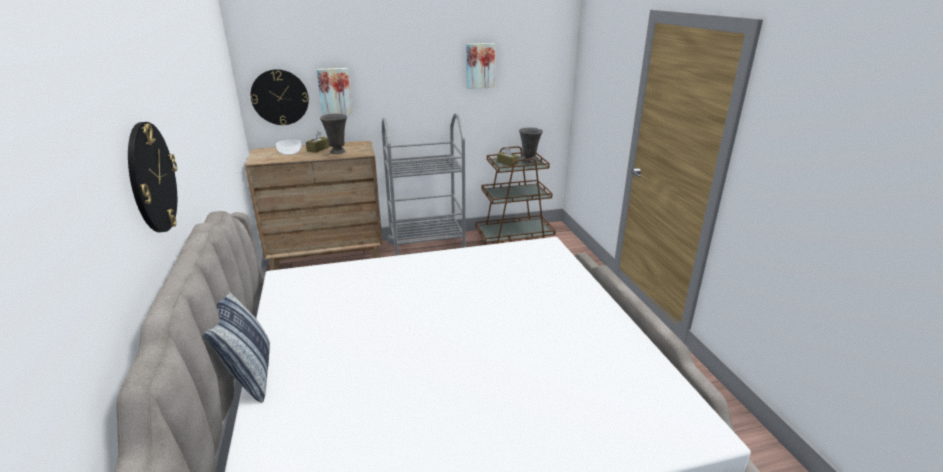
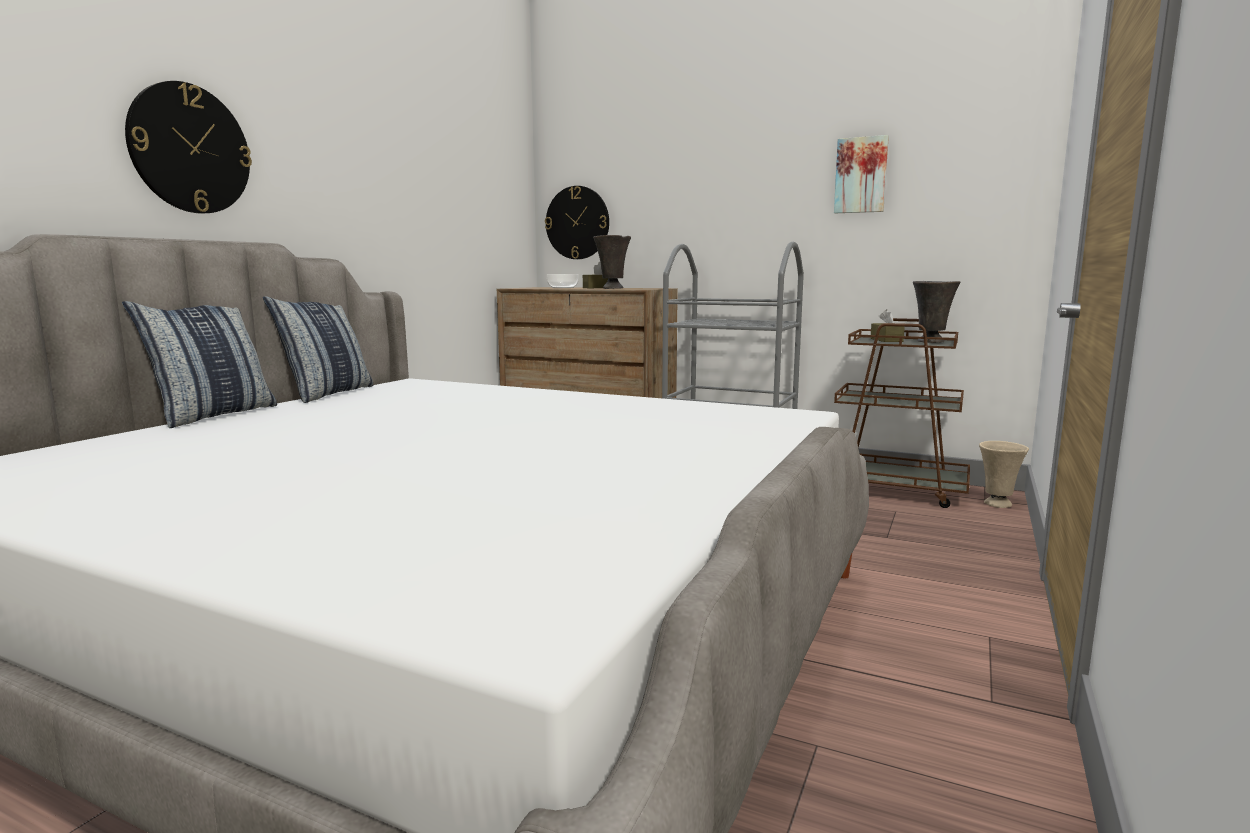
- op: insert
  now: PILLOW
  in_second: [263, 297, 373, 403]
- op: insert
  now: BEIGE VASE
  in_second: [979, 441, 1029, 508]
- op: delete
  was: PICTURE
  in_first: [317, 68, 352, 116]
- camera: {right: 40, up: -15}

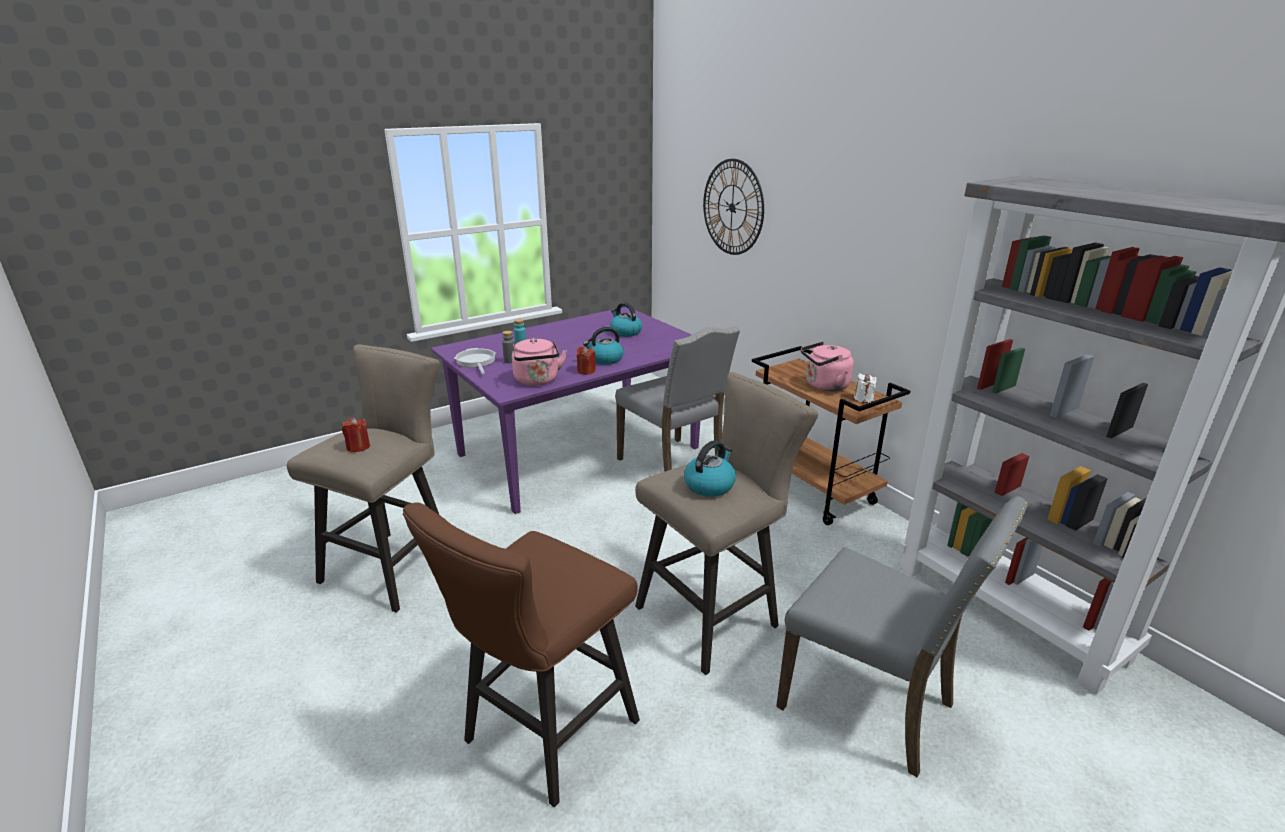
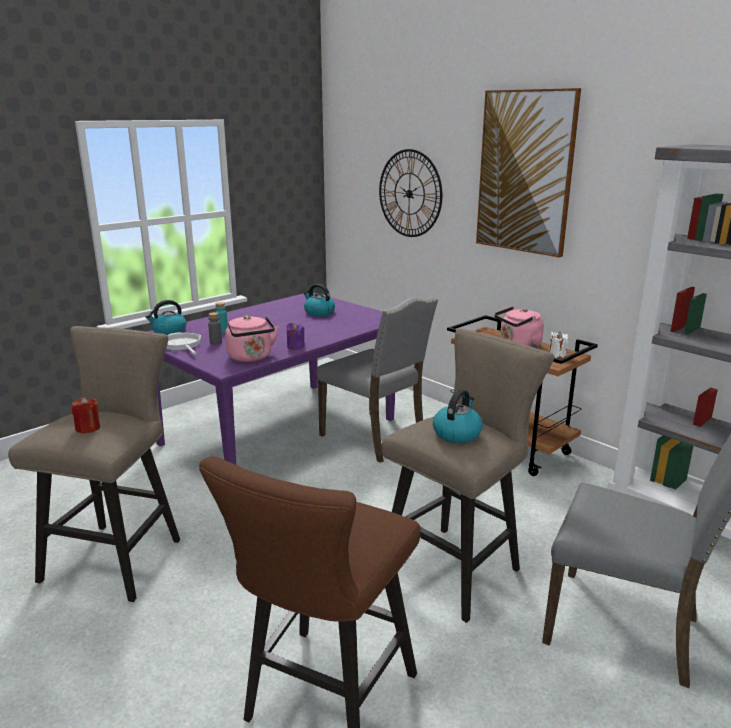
- op: move
  was: KETTLE
  in_first: [583, 327, 624, 365]
  in_second: [145, 300, 186, 335]
- op: recolor
  was: RED CANDLE
  now: PURPLE CANDLE
  in_first: [577, 346, 596, 375]
  in_second: [287, 323, 305, 350]
- op: insert
  now: PICTURE
  in_second: [476, 88, 581, 257]
- camera: {right: -10, up: -5}

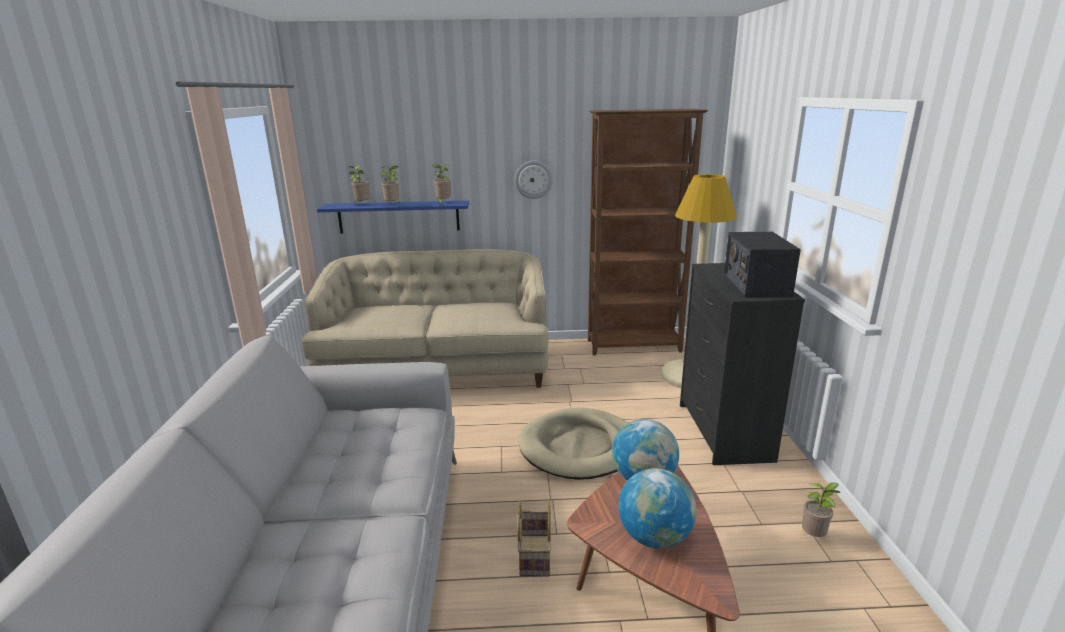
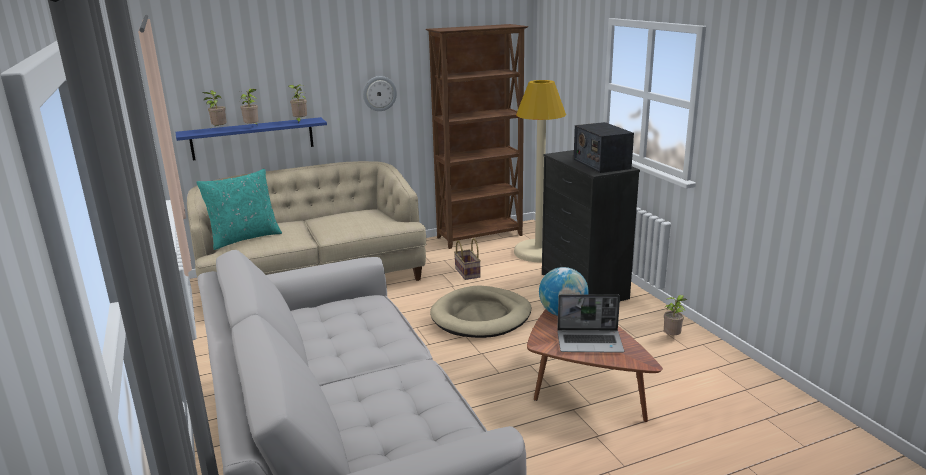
- op: insert
  now: TURQUOISE PILLOW
  in_second: [196, 168, 282, 250]
- op: move
  was: BASKET
  in_first: [517, 501, 551, 576]
  in_second: [454, 238, 481, 280]
- op: replace
  was: GLOBE
  now: LAPTOP
  in_first: [618, 468, 696, 549]
  in_second: [557, 294, 624, 353]
- camera: {right: -20, up: 0}

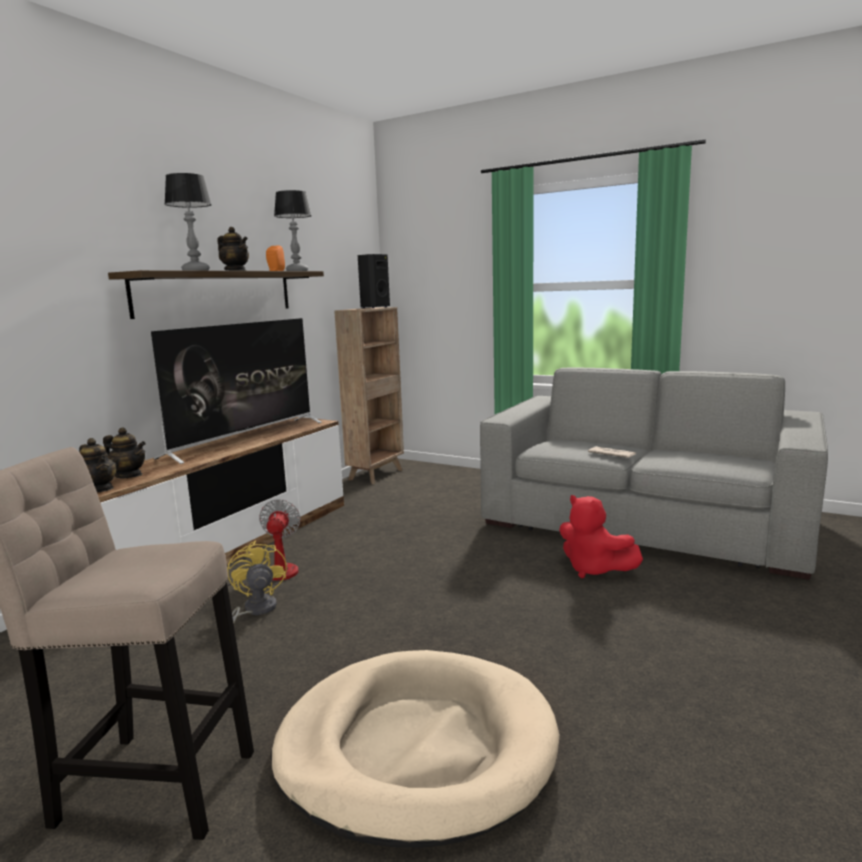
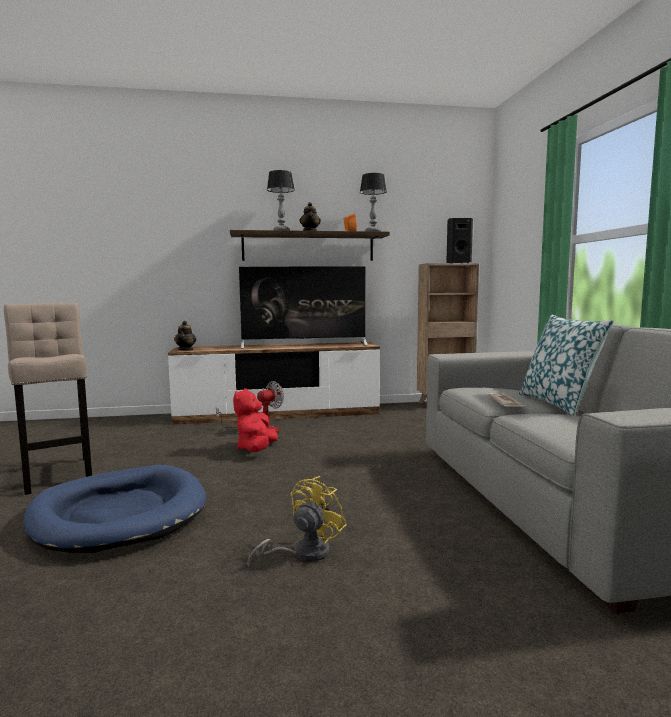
- op: recolor
  was: BEIGE DOG BED
  now: BLUE DOG BED
  in_first: [271, 650, 560, 848]
  in_second: [23, 465, 206, 553]
- op: move
  was: RED PLUSH TOY
  in_first: [559, 495, 643, 578]
  in_second: [233, 389, 278, 452]
- op: move
  was: YELLOW FAN
  in_first: [227, 540, 287, 623]
  in_second: [247, 476, 347, 567]
- op: insert
  now: PILLOW
  in_second: [519, 314, 614, 416]
- op: delete
  was: TEAPOT
  in_first: [103, 428, 146, 478]
- camera: {right: 50, up: -5}

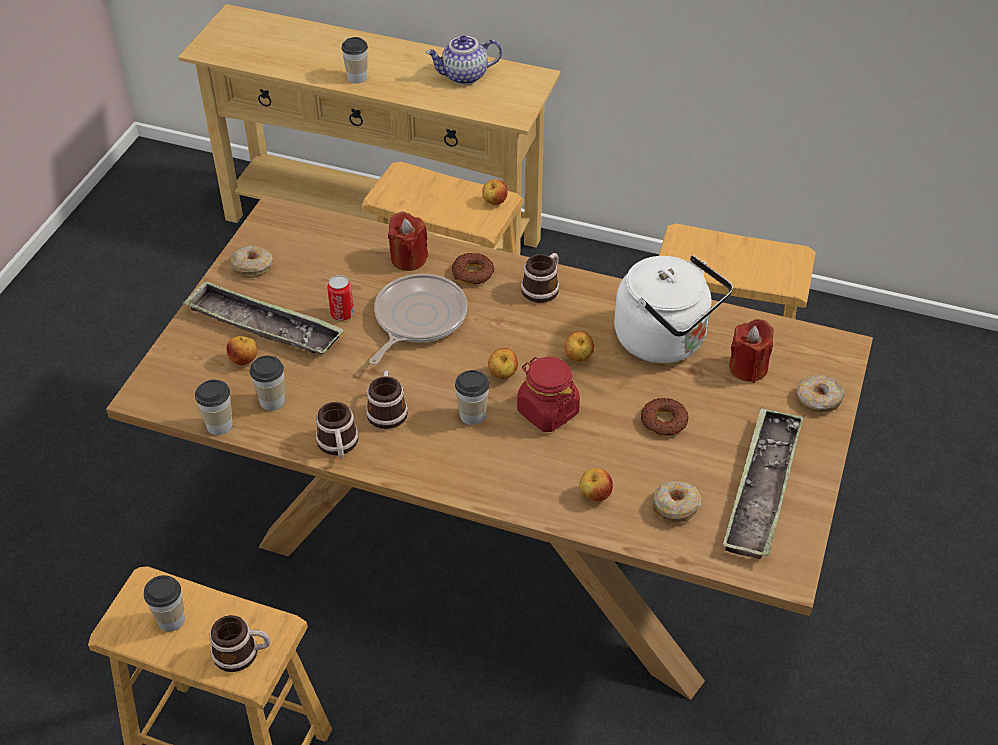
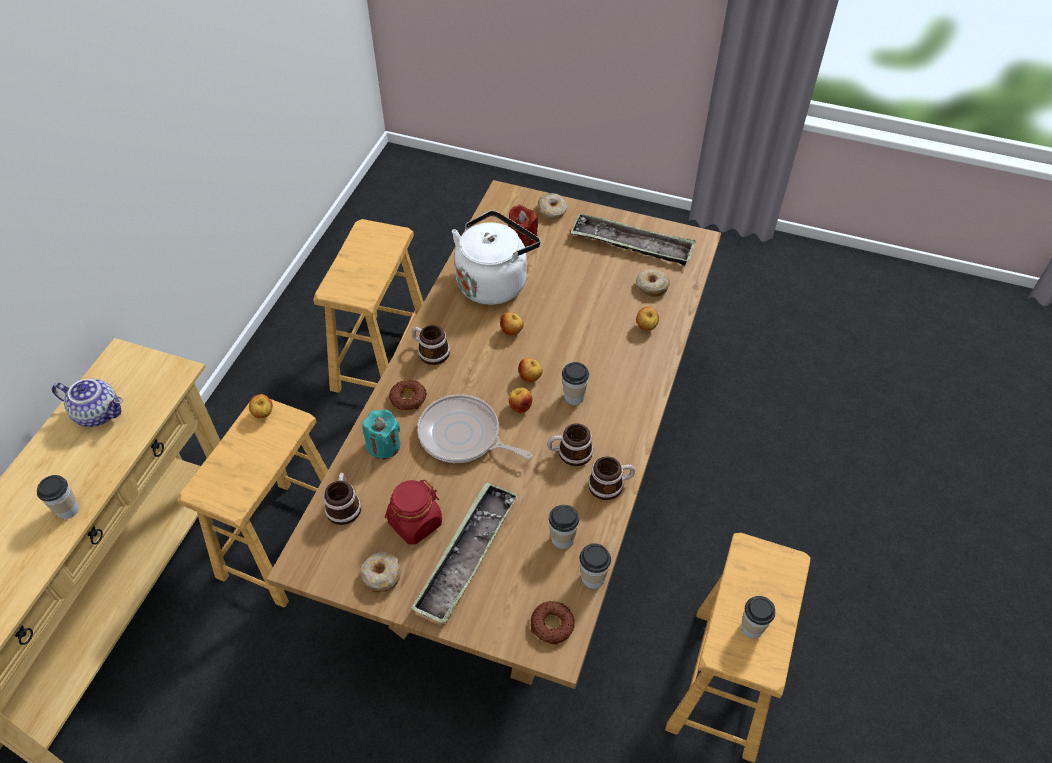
- op: rotate
  was: TEAPOT
  in_first: [426, 36, 502, 85]
  in_second: [52, 379, 123, 427]
  clockwise: -60
- op: move
  was: MUG
  in_first: [210, 615, 271, 672]
  in_second: [323, 473, 361, 525]
- op: recolor
  was: RED CANDLE
  now: TURQUOISE CANDLE
  in_first: [388, 211, 428, 271]
  in_second: [362, 409, 400, 459]
- op: move
  was: RED JAR
  in_first: [517, 357, 580, 432]
  in_second: [385, 480, 442, 545]
- op: move
  was: APPLE
  in_first: [226, 336, 257, 365]
  in_second: [509, 388, 533, 413]
- op: move
  was: DONUT
  in_first: [641, 398, 688, 436]
  in_second: [531, 601, 575, 644]
- op: delete
  was: CAN
  in_first: [327, 275, 354, 321]
- camera: {right: -90, up: 5}

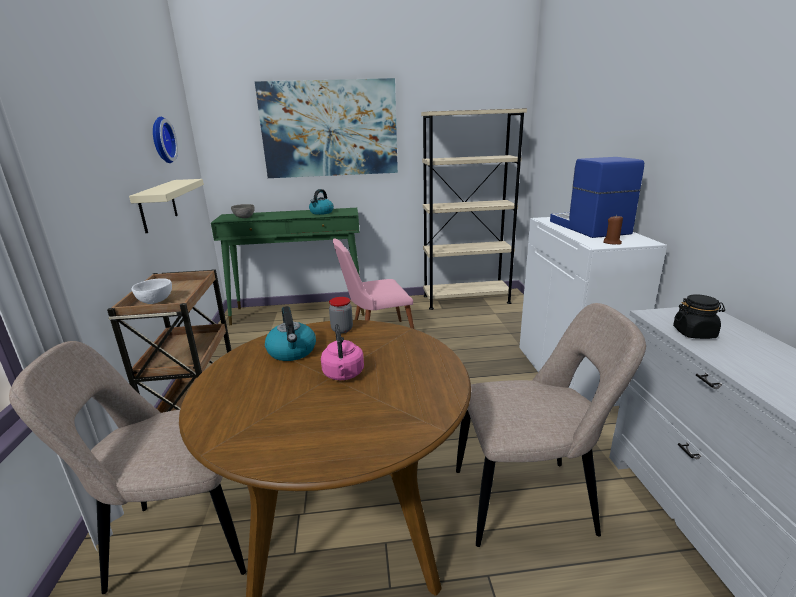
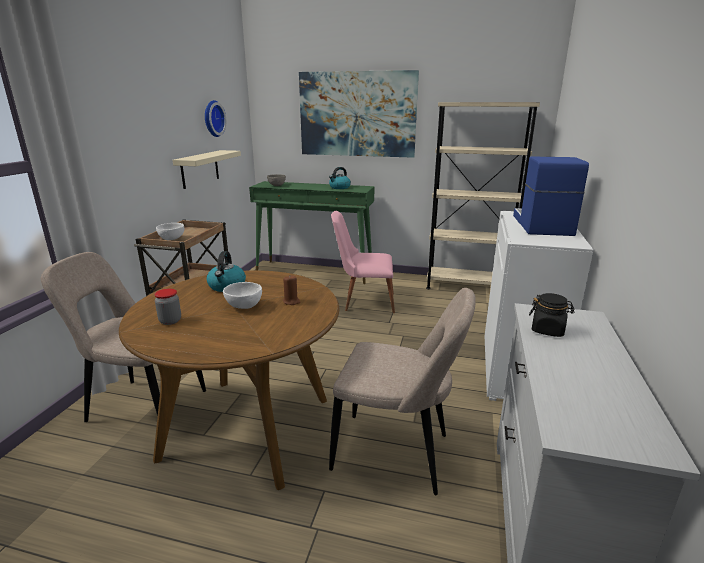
- op: move
  was: JAR
  in_first: [329, 297, 353, 333]
  in_second: [154, 289, 181, 325]
- op: replace
  was: PINK KETTLE
  now: WHITE BOWL
  in_first: [321, 324, 364, 380]
  in_second: [223, 282, 262, 309]
- op: move
  was: BROWN CANDLE
  in_first: [603, 215, 623, 244]
  in_second: [283, 276, 300, 305]
- camera: {right: 20, up: 0}

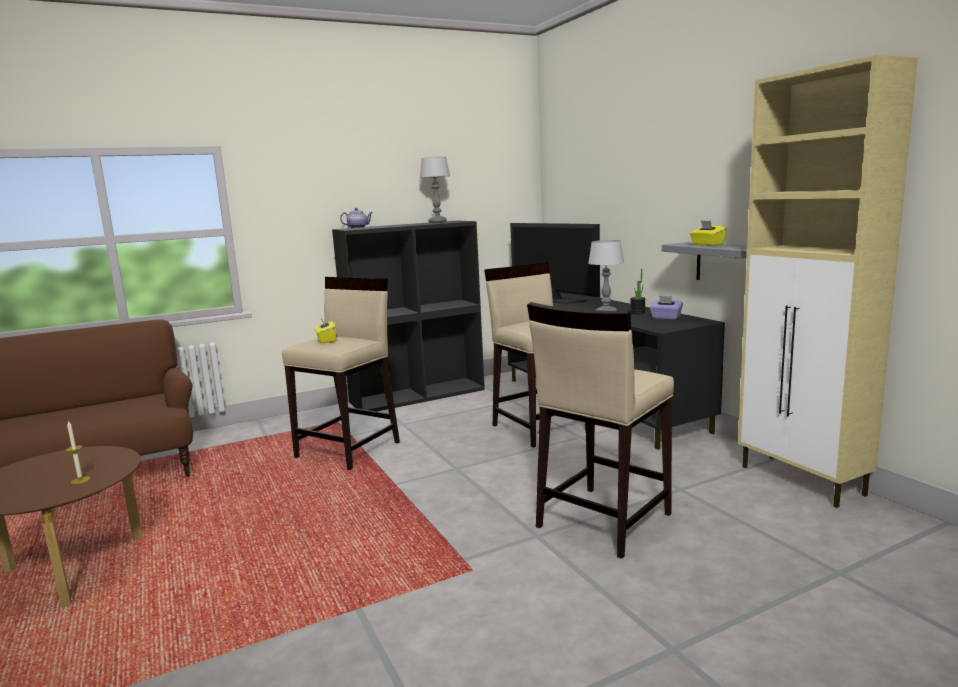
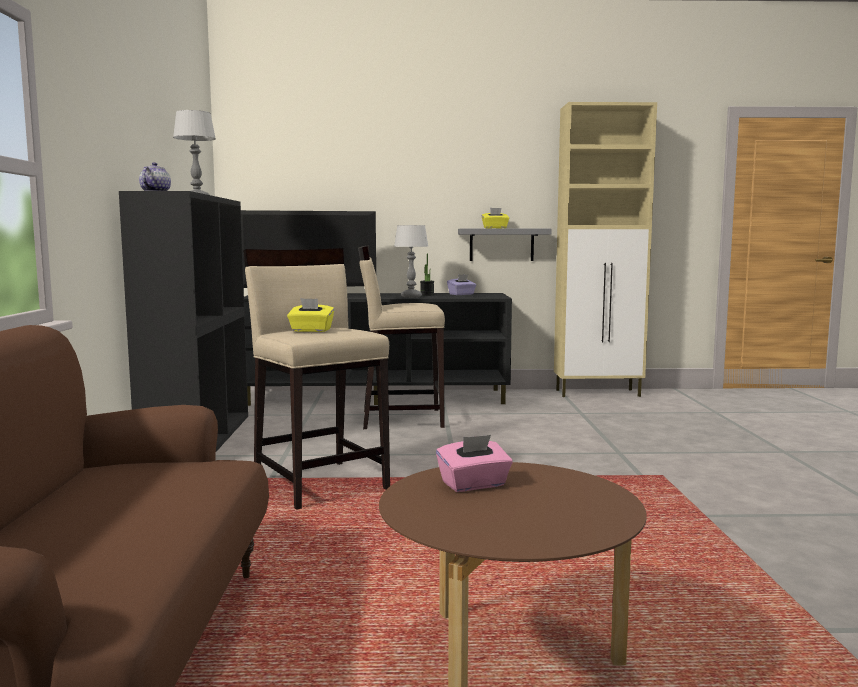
- op: insert
  now: PINK TISSUE BOX
  in_second: [436, 435, 513, 492]
- op: delete
  was: CANDLE
  in_first: [66, 421, 91, 484]
- op: delete
  was: BEIGE STOOL
  in_first: [527, 302, 674, 559]
- camera: {right: -65, up: -5}

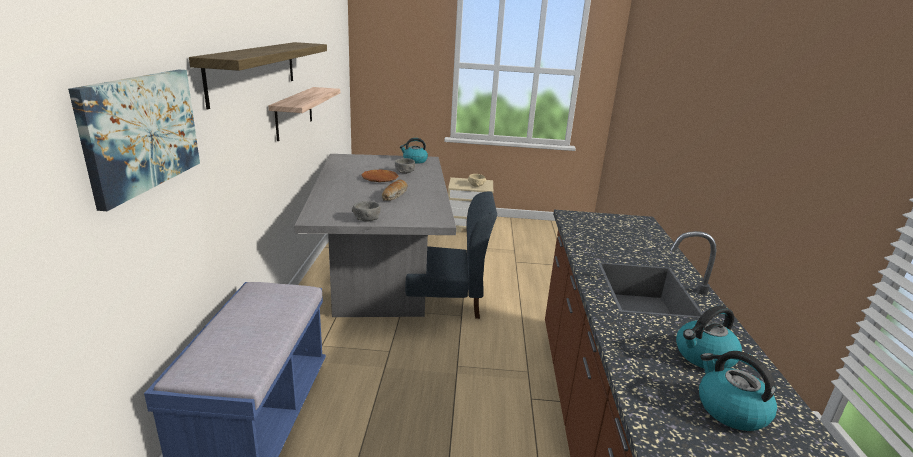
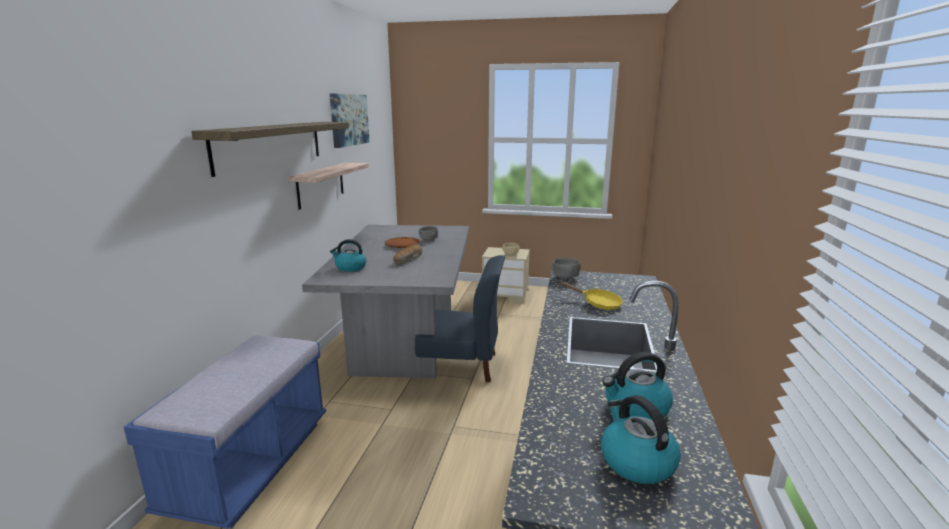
- op: move
  was: PICTURE
  in_first: [68, 69, 200, 211]
  in_second: [330, 93, 370, 148]
- op: move
  was: KETTLE
  in_first: [400, 138, 428, 164]
  in_second: [330, 239, 366, 272]
- op: move
  was: GREY BOWL
  in_first: [352, 201, 381, 222]
  in_second: [551, 258, 581, 279]
- op: insert
  now: YELLOW FRYING PAN
  in_second: [561, 281, 623, 310]
- camera: {right: 10, up: -5}

